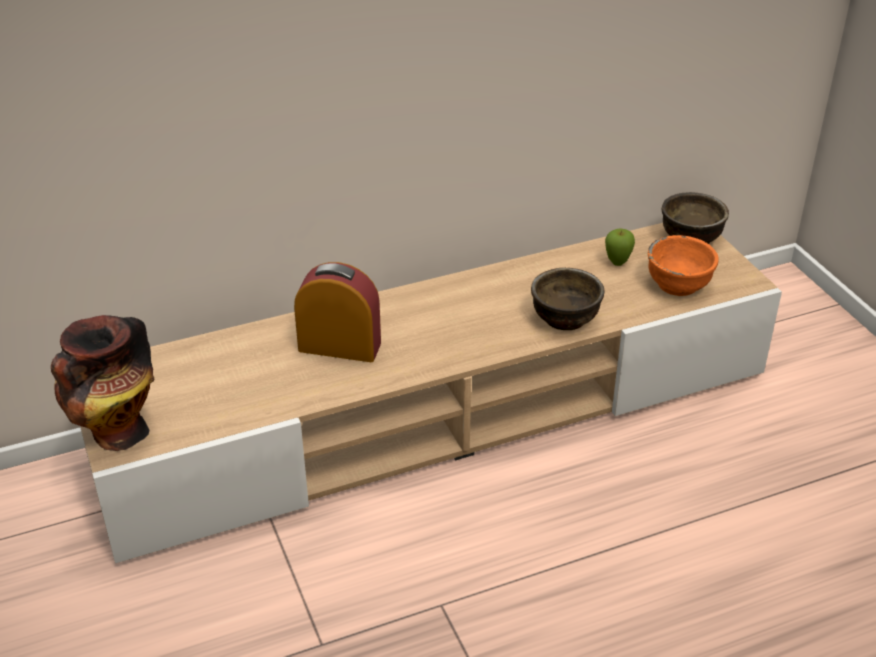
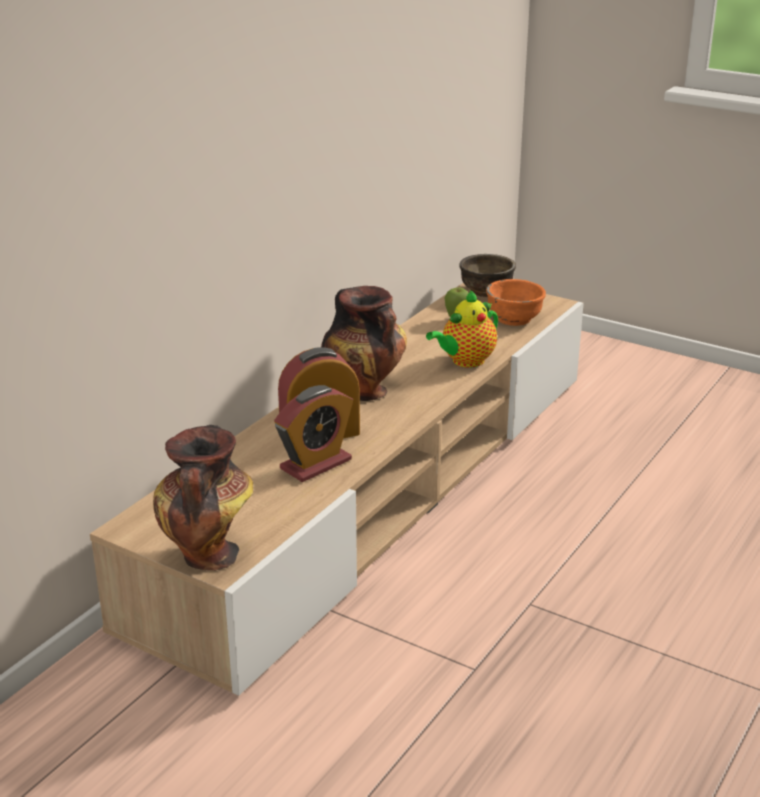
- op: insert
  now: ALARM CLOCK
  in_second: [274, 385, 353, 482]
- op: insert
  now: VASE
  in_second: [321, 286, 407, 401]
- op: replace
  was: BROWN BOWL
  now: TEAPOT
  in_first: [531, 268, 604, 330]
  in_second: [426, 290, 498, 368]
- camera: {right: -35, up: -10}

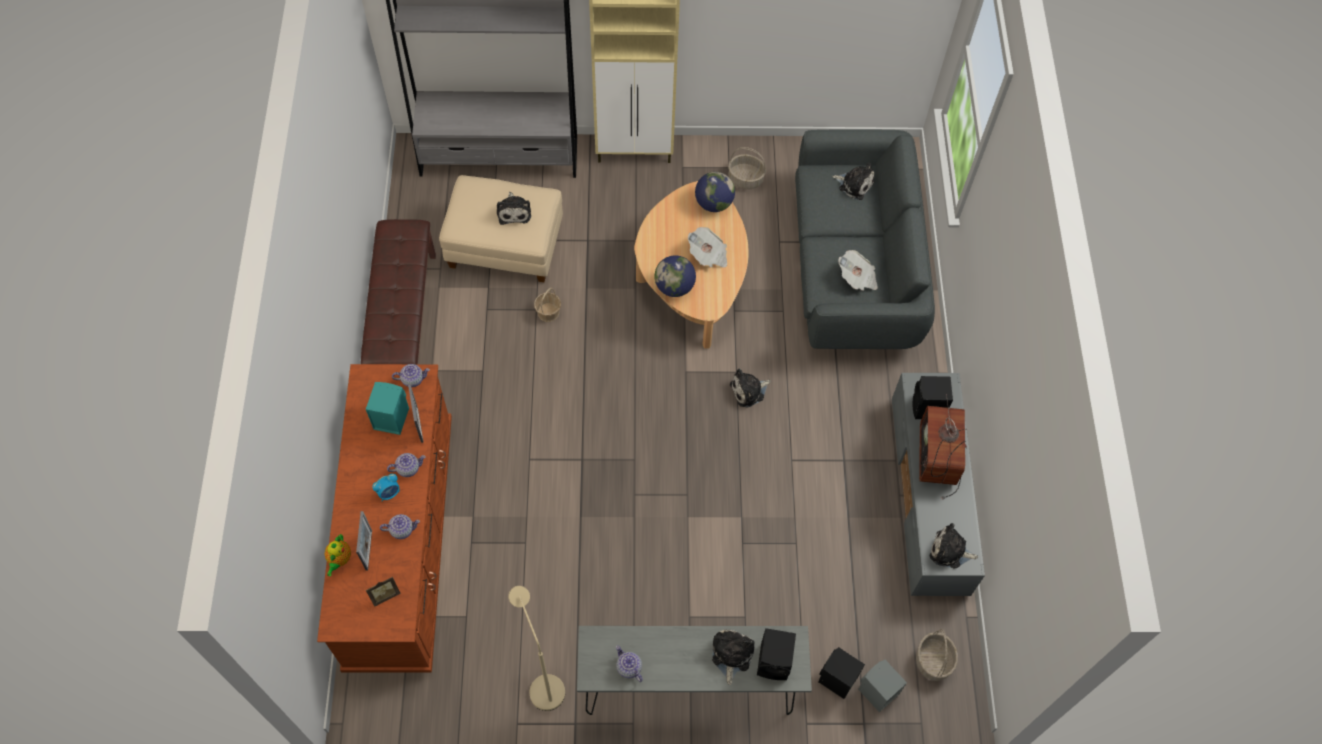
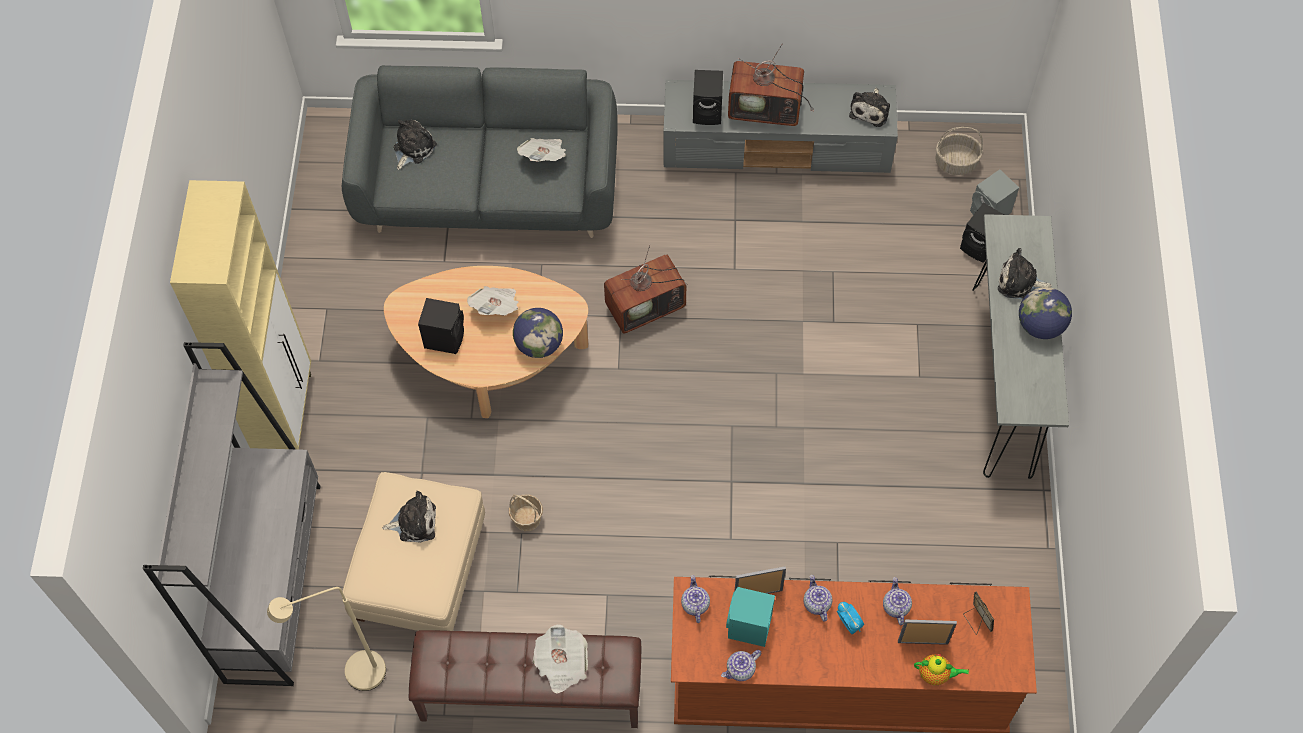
- op: move
  was: BEIGE FLOOR LAMP
  in_first: [508, 586, 565, 711]
  in_second: [267, 587, 386, 691]
- op: move
  was: BLACK SPEAKER
  in_first: [757, 628, 796, 680]
  in_second: [418, 298, 464, 354]
- op: insert
  now: NEWSPAPER
  in_second: [533, 624, 588, 694]
- op: replace
  was: PLUSH TOY
  now: TELEVISION
  in_first: [730, 369, 771, 407]
  in_second: [604, 244, 688, 334]
- op: move
  was: TEAPOT
  in_first: [616, 645, 643, 682]
  in_second: [721, 650, 761, 681]
- op: move
  was: GLOBE
  in_first: [695, 172, 735, 212]
  in_second: [1019, 287, 1072, 339]
- op: delete
  was: BASKET
  in_first: [728, 147, 766, 189]
- camera: {right: -85, up: 0}

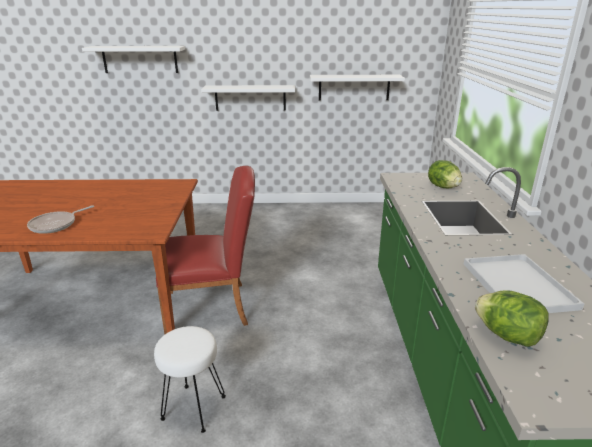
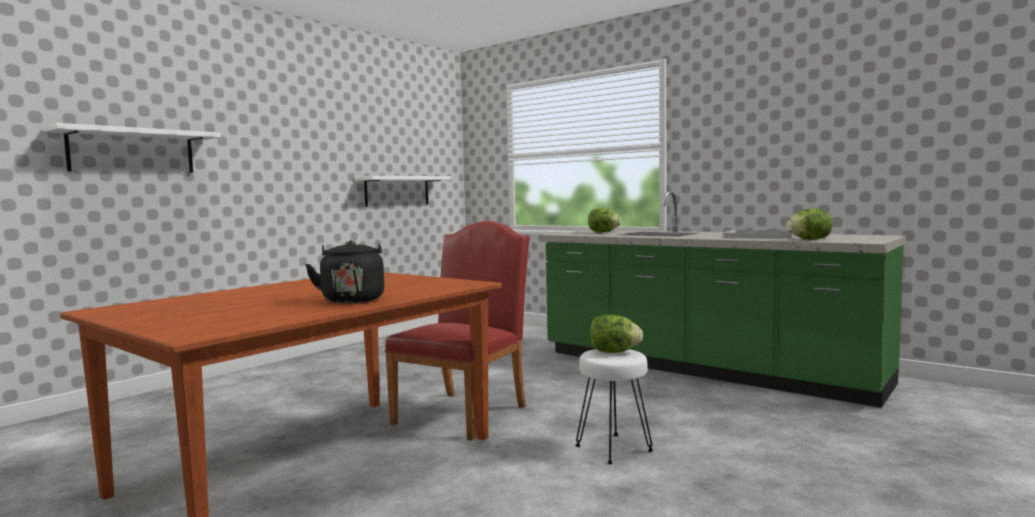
- op: replace
  was: FRYING PAN
  now: BLACK KETTLE
  in_first: [27, 205, 94, 234]
  in_second: [305, 240, 384, 303]
- op: insert
  now: LETTUCE
  in_second: [590, 315, 643, 353]
- op: delete
  was: WHITE SHELF
  in_first: [201, 85, 295, 111]
- camera: {right: -50, up: -20}

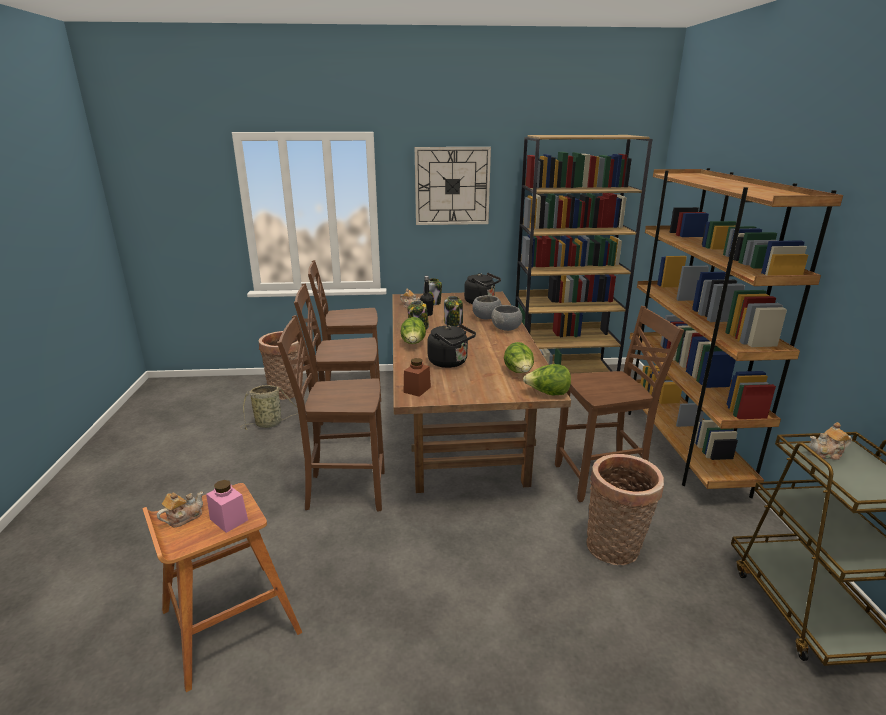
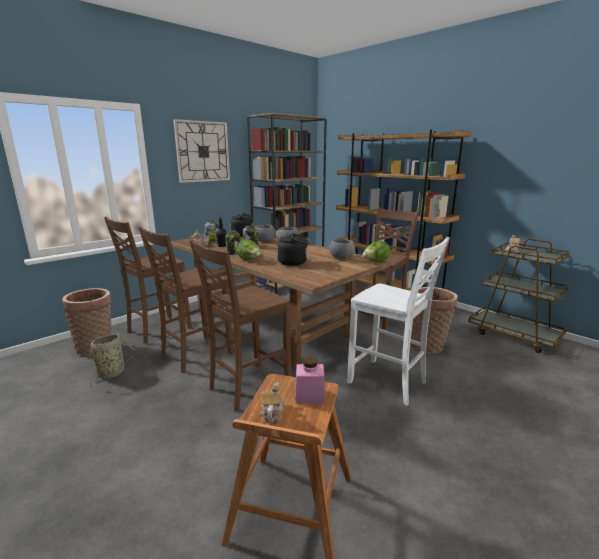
- op: replace
  was: LETTUCE
  now: GREY BOWL
  in_first: [504, 342, 534, 373]
  in_second: [329, 239, 355, 259]
- op: insert
  now: WHITE CHAIR
  in_second: [347, 237, 450, 406]
- op: delete
  was: BROWN JAR
  in_first: [404, 358, 431, 397]
- camera: {right: -40, up: -5}

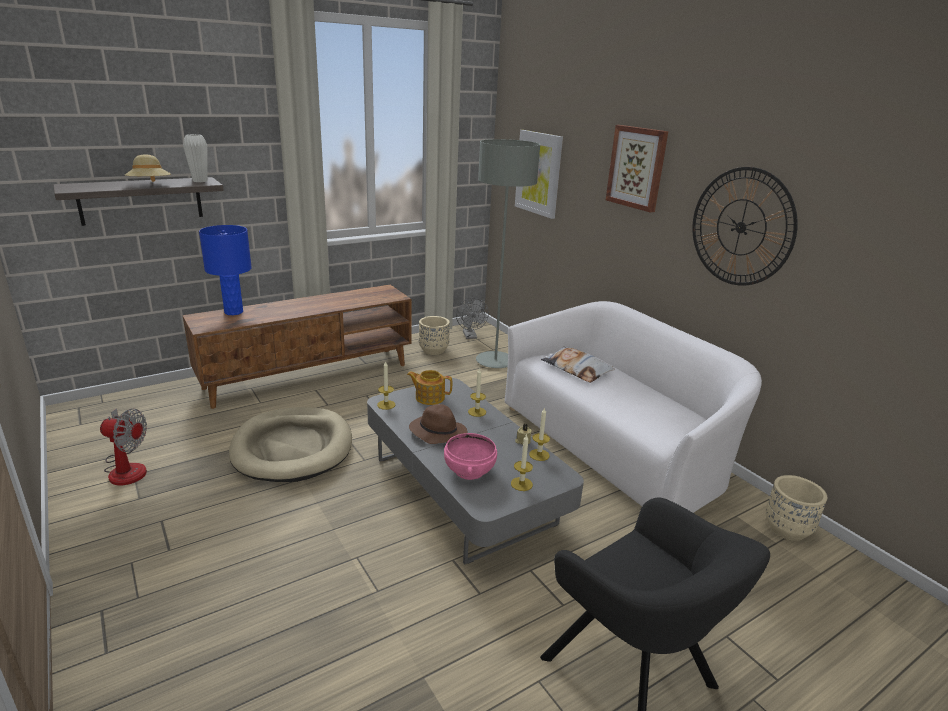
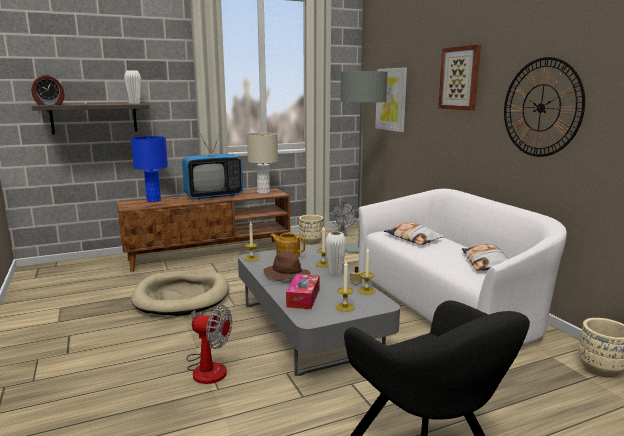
- op: insert
  now: ALARM CLOCK
  in_second: [31, 74, 65, 105]
- op: insert
  now: TELEVISION
  in_second: [182, 128, 243, 200]
- op: move
  was: FAN
  in_first: [100, 408, 147, 485]
  in_second: [187, 305, 232, 384]
- op: insert
  now: BEIGE TABLE LAMP
  in_second: [247, 133, 278, 194]
- op: replace
  was: PINK BOWL
  now: TISSUE BOX
  in_first: [444, 433, 497, 480]
  in_second: [286, 274, 320, 309]
- op: insert
  now: WHITE VASE
  in_second: [325, 231, 347, 275]
- op: insert
  now: PILLOW
  in_second: [462, 244, 508, 271]
- op: delete
  was: BEIGE HAT
  in_first: [125, 154, 171, 182]
- camera: {right: 10, up: -10}

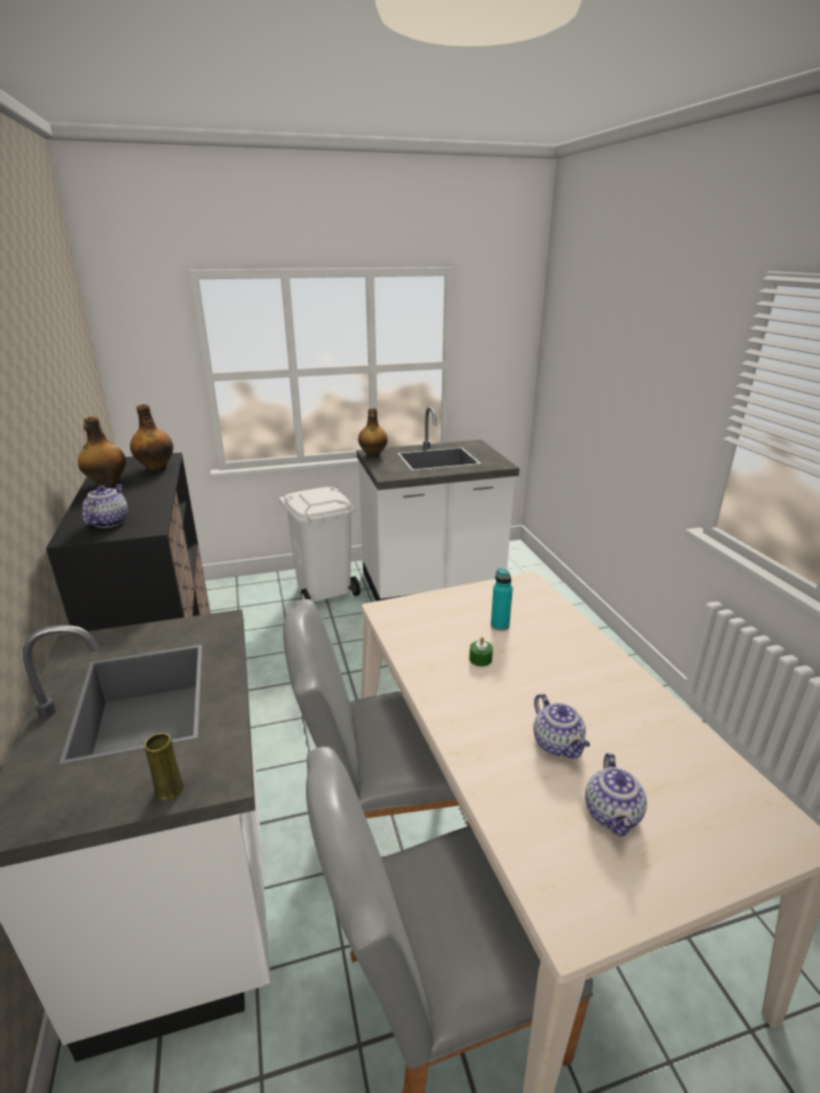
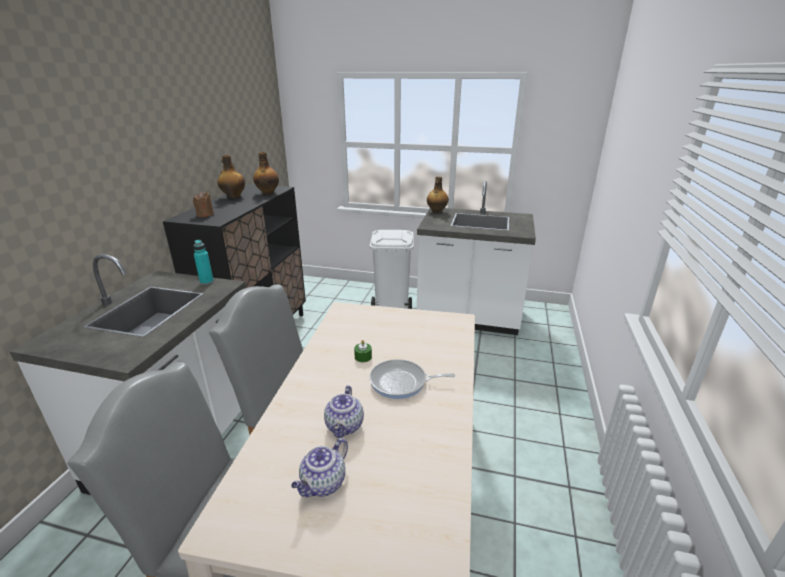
- op: replace
  was: TEAPOT
  now: BROWN CANDLE
  in_first: [82, 484, 128, 528]
  in_second: [193, 192, 214, 217]
- op: move
  was: TURQUOISE BOTTLE
  in_first: [491, 568, 513, 631]
  in_second: [193, 240, 214, 285]
- op: insert
  now: FRYING PAN
  in_second: [369, 359, 455, 399]
- op: delete
  was: YELLOW VASE
  in_first: [144, 733, 184, 801]
- camera: {right: 30, up: 0}

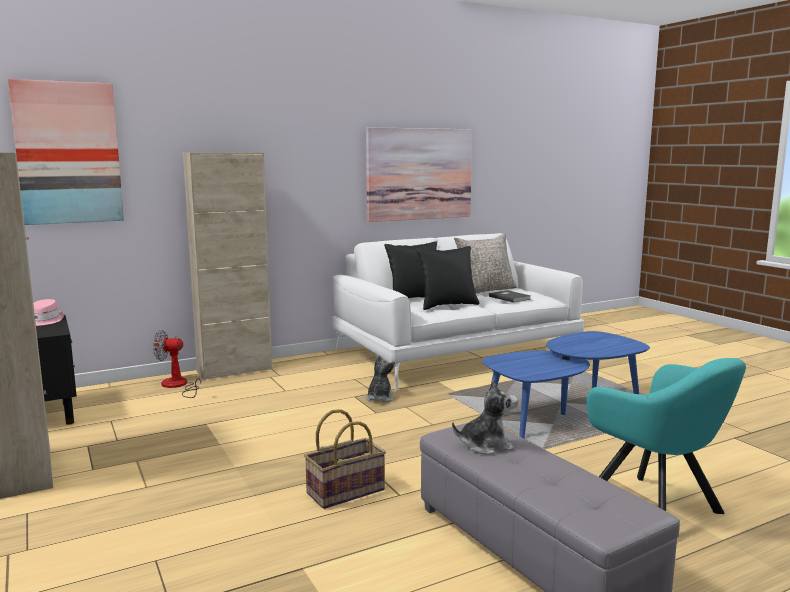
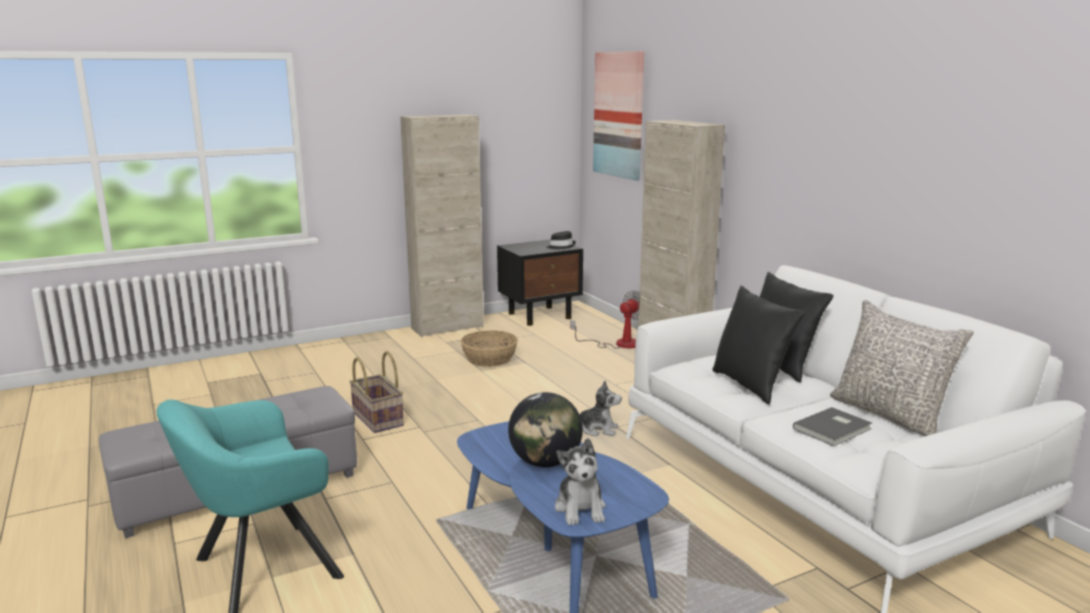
- op: insert
  now: BASKET
  in_second: [460, 330, 518, 367]
- op: insert
  now: GLOBE
  in_second: [508, 392, 583, 468]
- op: recolor
  was: PINK HAT
  now: BLACK HAT
  in_first: [33, 299, 64, 326]
  in_second: [546, 231, 576, 250]
- op: move
  was: PLUSH TOY
  in_first: [452, 379, 518, 455]
  in_second: [555, 438, 606, 525]
- op: rotate
  was: FAN
  in_first: [153, 330, 202, 398]
  in_second: [570, 290, 640, 349]
  clockwise: 45
- op: delete
  was: PICTURE
  in_first: [366, 127, 472, 222]
- camera: {right: 90, up: 5}

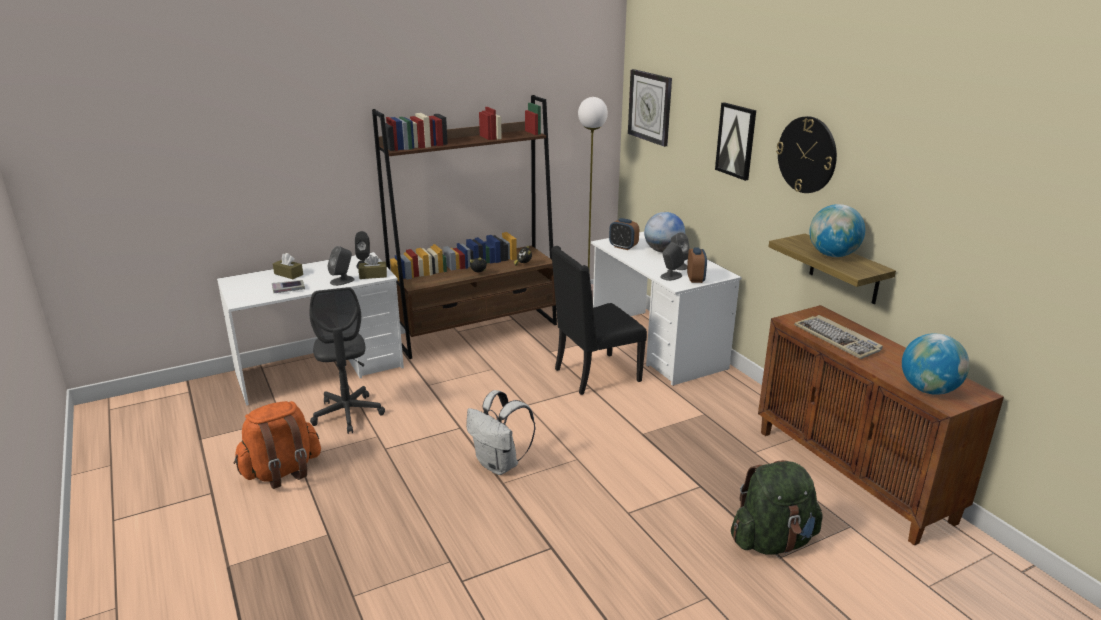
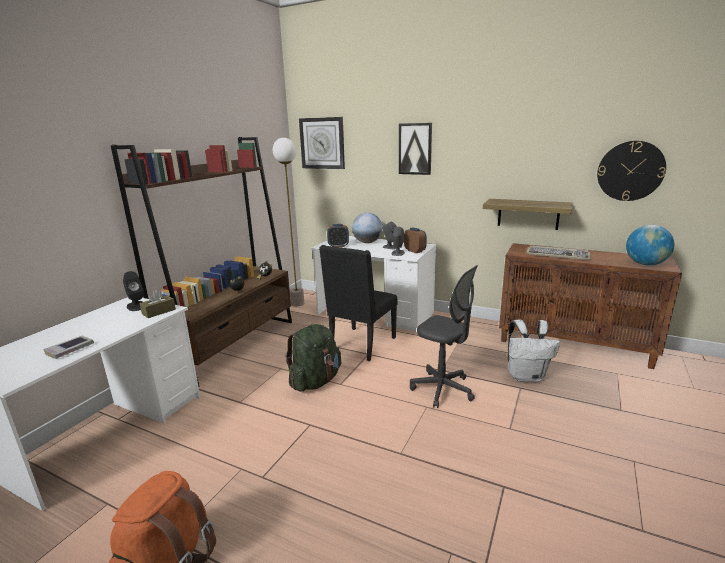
- op: move
  was: GREEN BACKPACK
  in_first: [731, 460, 823, 555]
  in_second: [285, 324, 341, 392]
- op: move
  was: GREY OFFICE CHAIR
  in_first: [310, 287, 385, 434]
  in_second: [410, 265, 478, 408]
- op: move
  was: WHITE BACKPACK
  in_first: [466, 390, 535, 475]
  in_second: [508, 320, 560, 382]
- op: move
  was: WALL CLOCK
  in_first: [776, 116, 837, 193]
  in_second: [597, 141, 666, 201]
- op: delete
  was: BROWN TISSUE BOX
  in_first: [273, 253, 303, 279]
- op: delete
  was: GREY SPEAKER
  in_first: [327, 246, 355, 286]
- op: delete
  was: GLOBE
  in_first: [809, 204, 865, 257]
- camera: {right: -35, up: -5}

